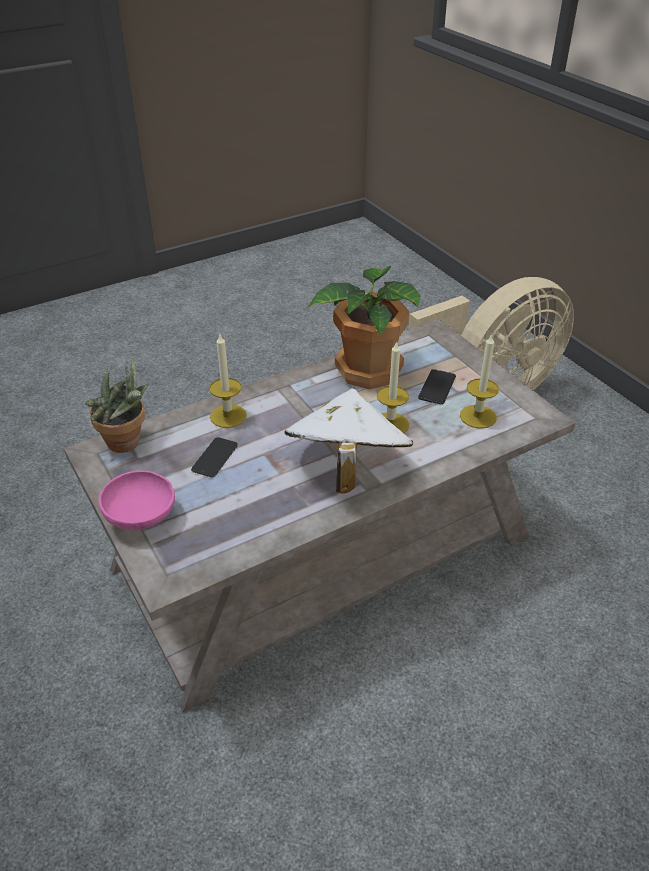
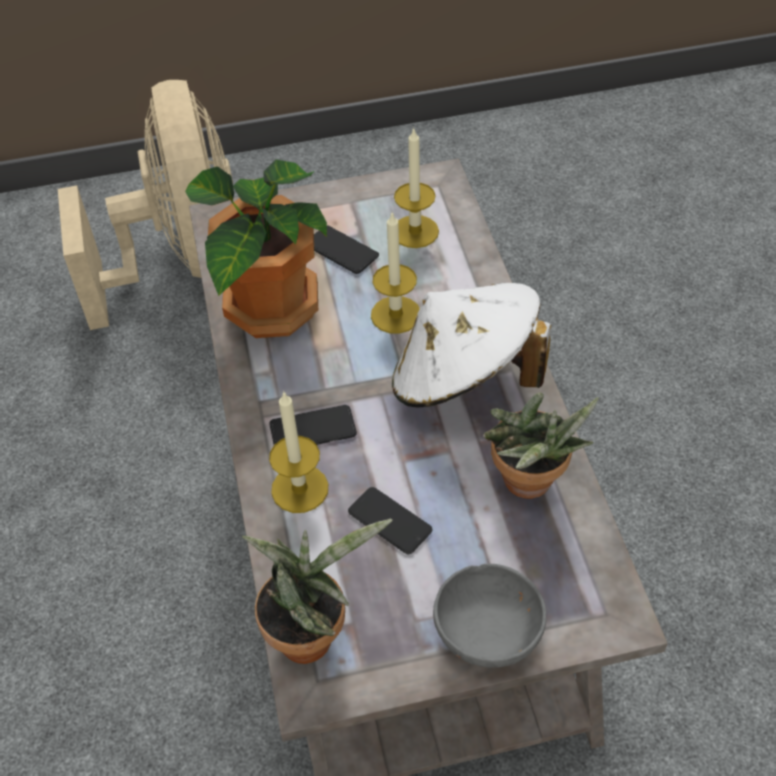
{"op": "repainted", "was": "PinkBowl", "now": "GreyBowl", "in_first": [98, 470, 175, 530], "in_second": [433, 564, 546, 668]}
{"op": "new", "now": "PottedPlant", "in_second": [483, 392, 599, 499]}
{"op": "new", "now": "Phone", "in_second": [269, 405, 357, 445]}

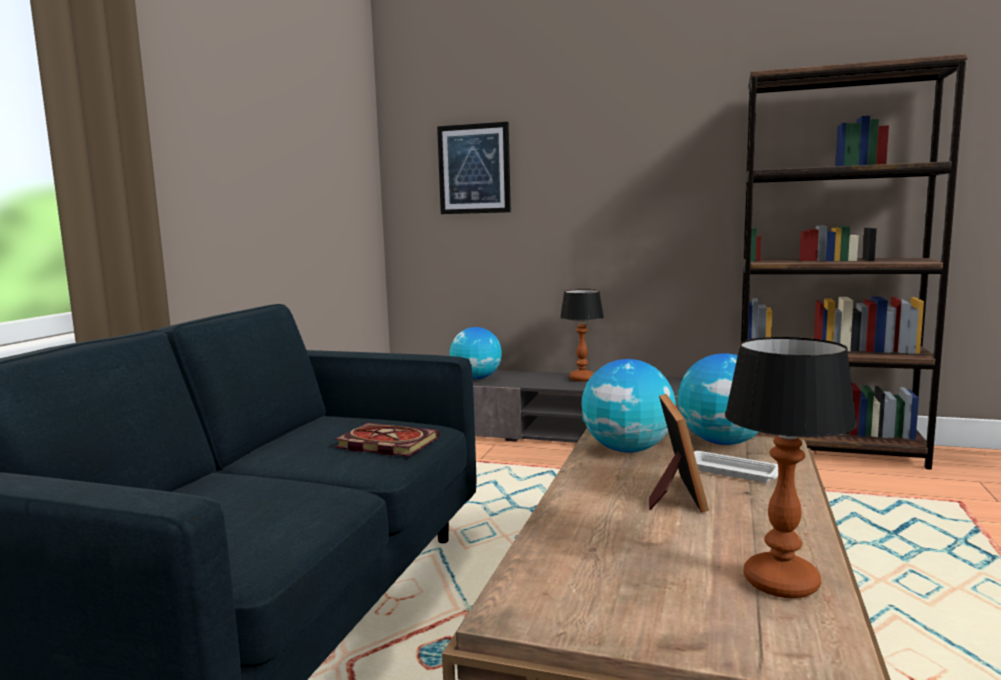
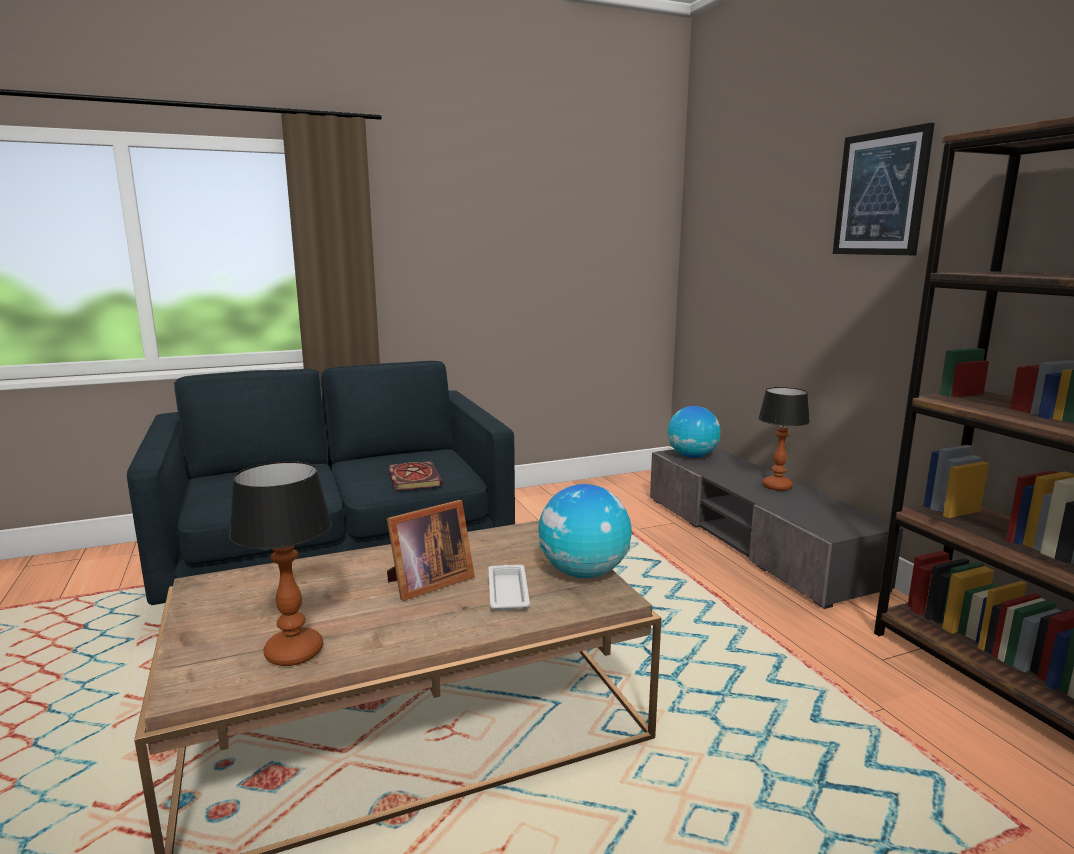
{"op": "shifted", "was": "Picture", "in_first": [437, 122, 511, 214], "in_second": [833, 123, 935, 255]}
{"op": "gone", "was": "Globe", "in_first": [582, 359, 676, 453]}

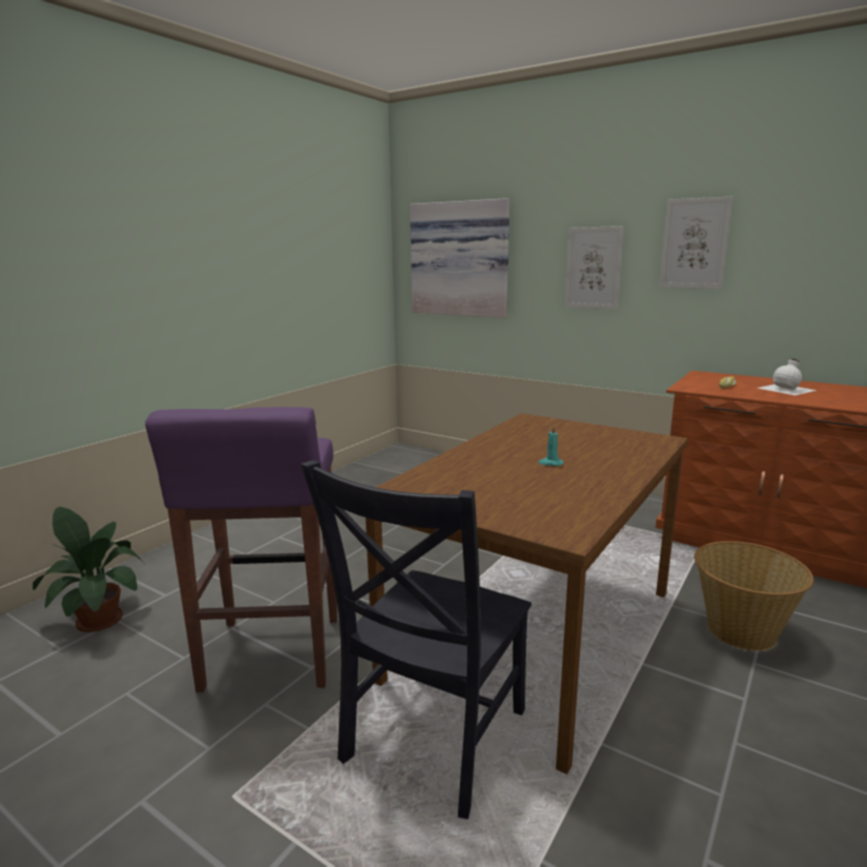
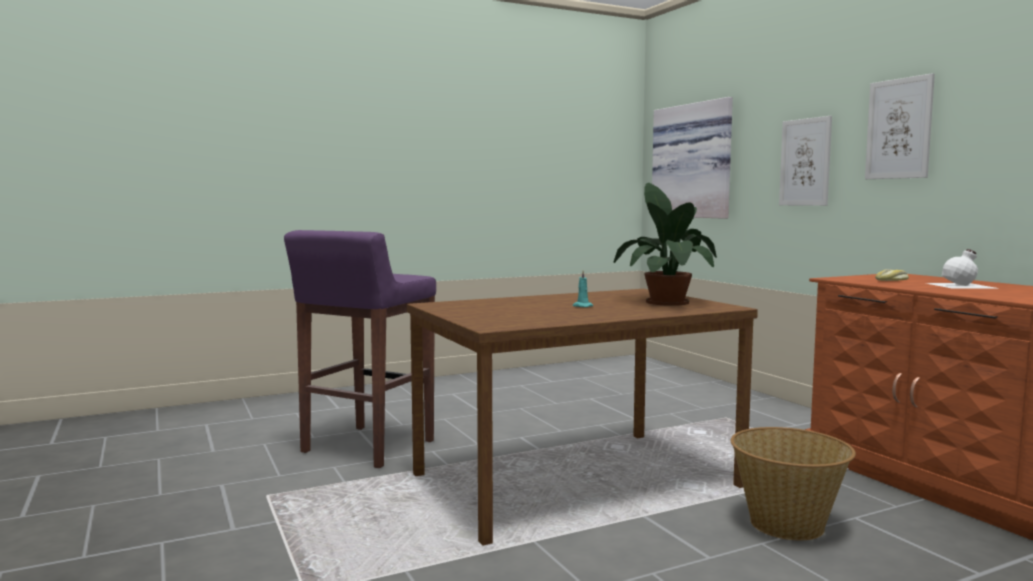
{"op": "gone", "was": "BlackChair", "in_first": [301, 460, 531, 819]}
{"op": "shifted", "was": "PottedPlant", "in_first": [33, 507, 145, 632], "in_second": [613, 183, 717, 306]}

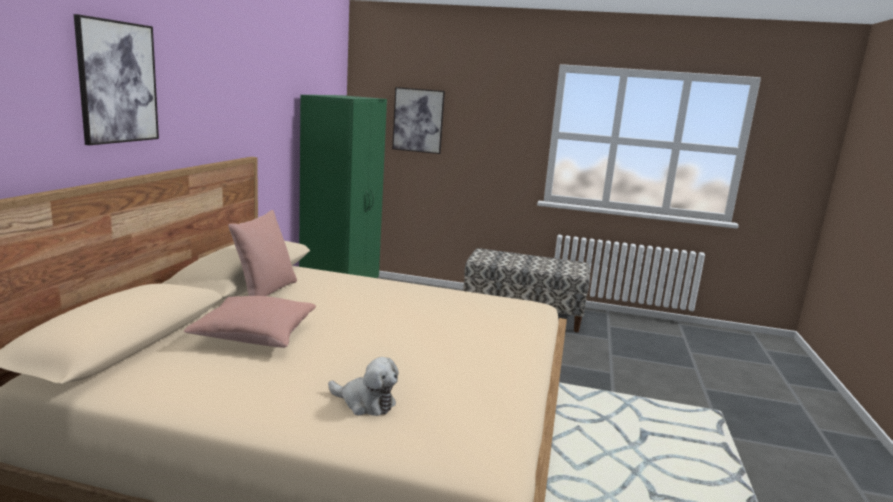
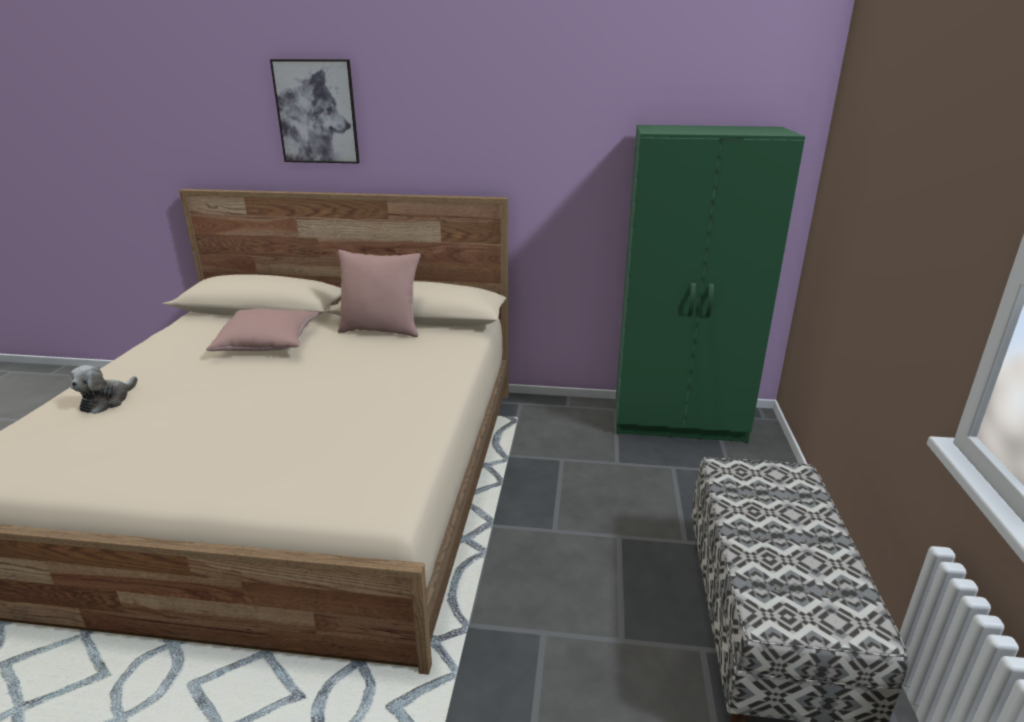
{"op": "gone", "was": "Picture", "in_first": [392, 87, 445, 154]}

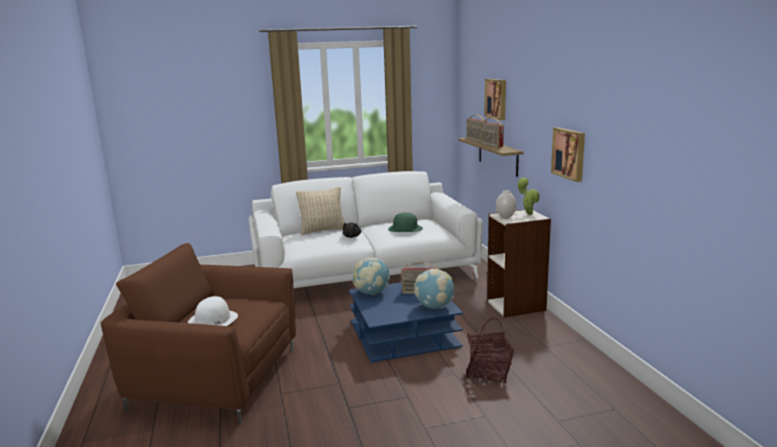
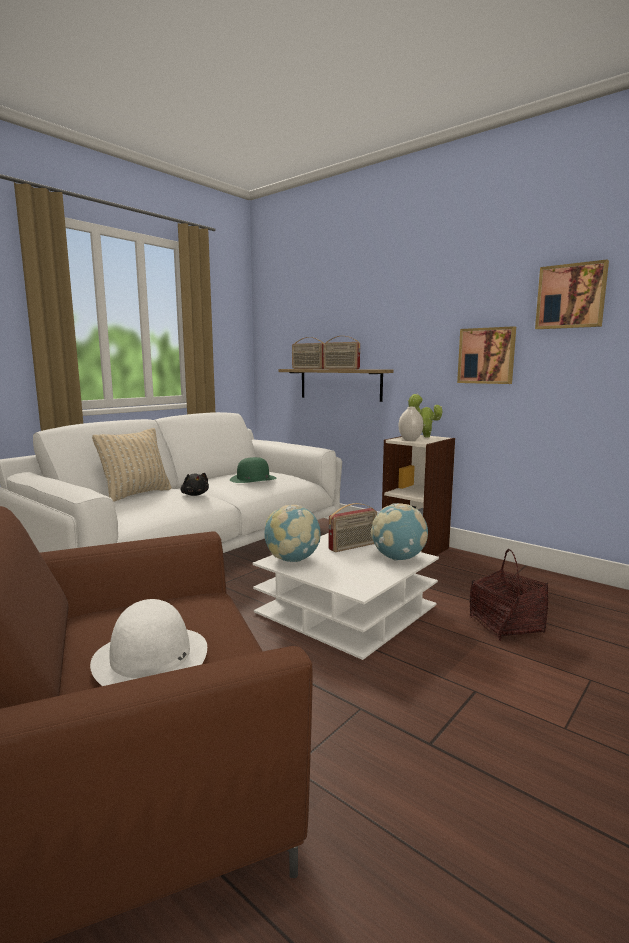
{"op": "shifted", "was": "Picture", "in_first": [484, 79, 506, 120], "in_second": [535, 260, 609, 329]}
{"op": "repainted", "was": "BlueCoffeeTable", "now": "WhiteCoffeeTable", "in_first": [349, 282, 463, 362], "in_second": [253, 533, 439, 660]}

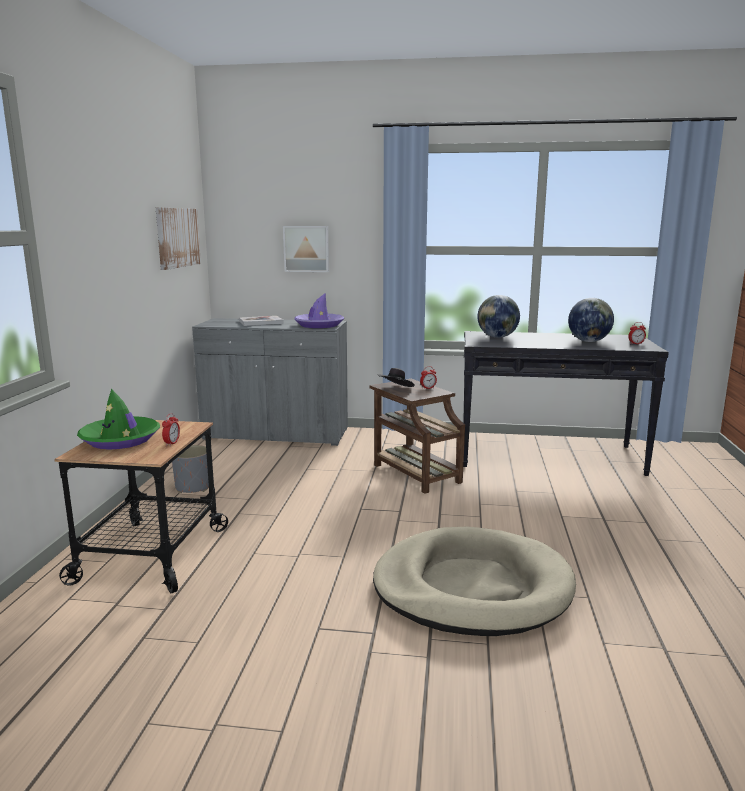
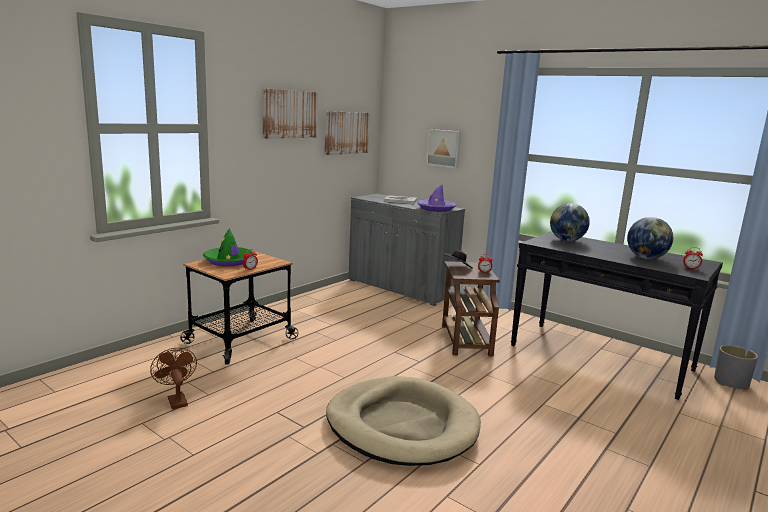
{"op": "shifted", "was": "GreyPlanter", "in_first": [172, 445, 209, 493], "in_second": [714, 345, 758, 390]}
{"op": "new", "now": "Picture", "in_second": [262, 89, 318, 139]}
{"op": "new", "now": "BrownFan", "in_second": [150, 348, 197, 409]}

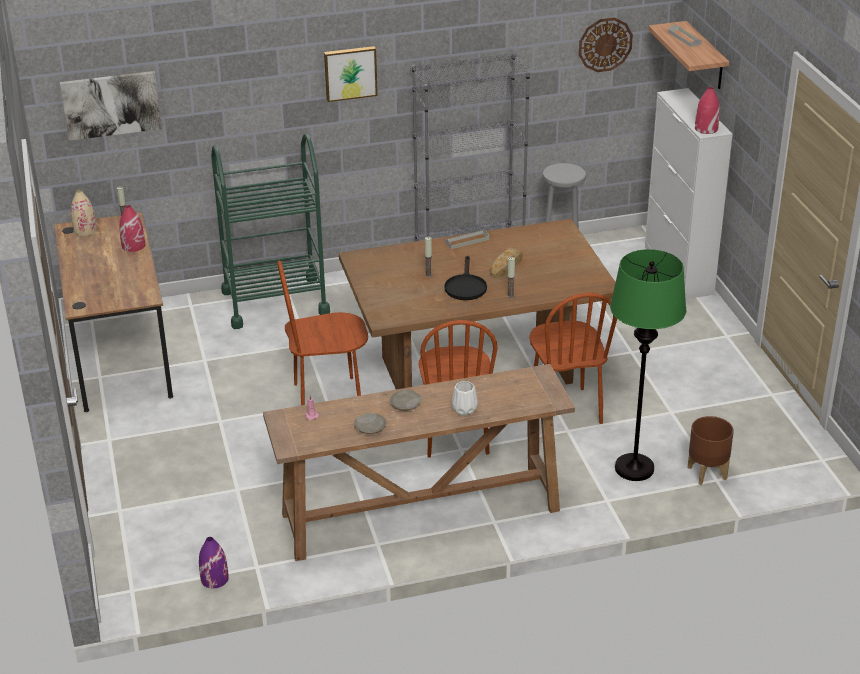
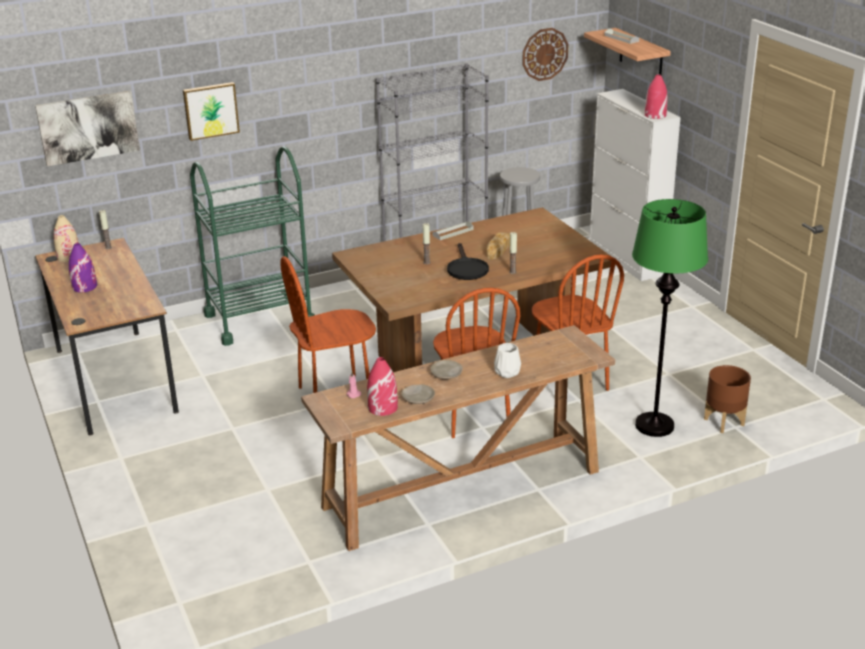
{"op": "shifted", "was": "Picture", "in_first": [324, 46, 378, 102], "in_second": [183, 82, 240, 141]}
{"op": "shifted", "was": "RedVase", "in_first": [119, 205, 145, 252], "in_second": [367, 357, 398, 416]}
{"op": "shifted", "was": "PurpleVase", "in_first": [199, 537, 229, 588], "in_second": [69, 243, 97, 292]}

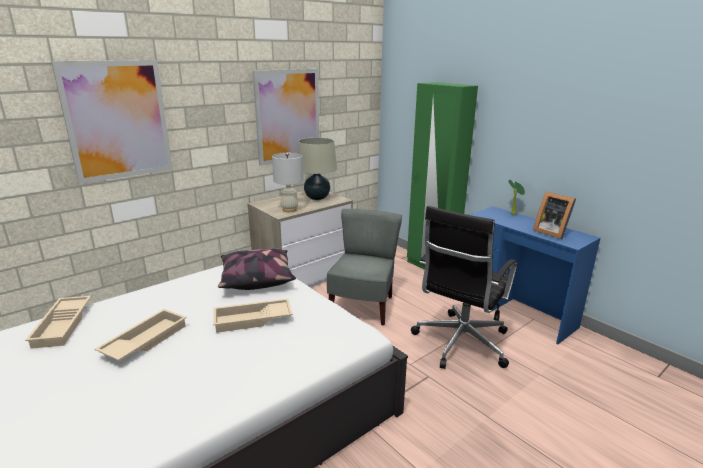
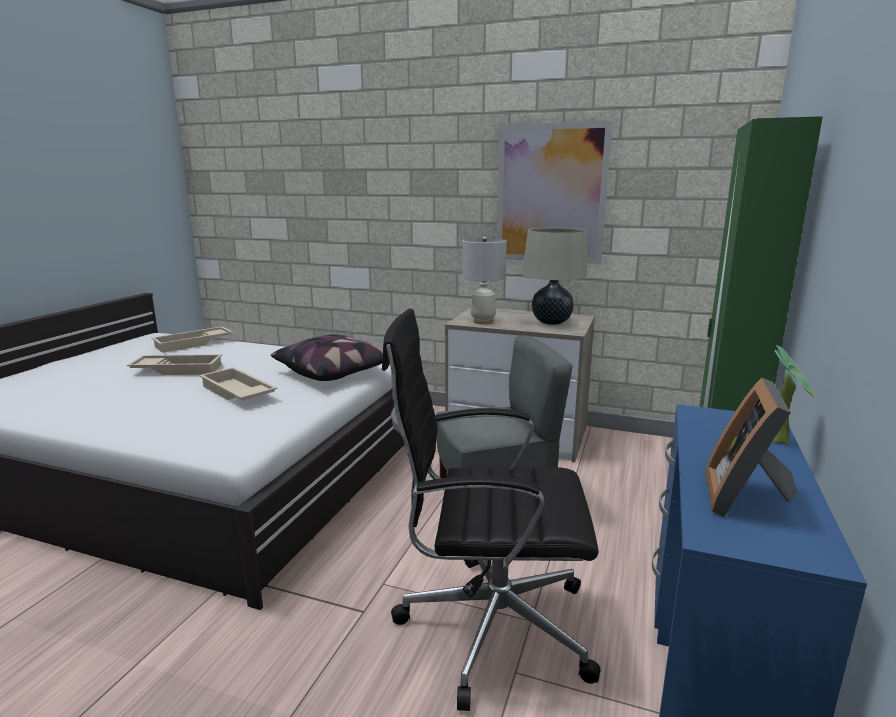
{"op": "gone", "was": "Picture", "in_first": [51, 60, 173, 184]}

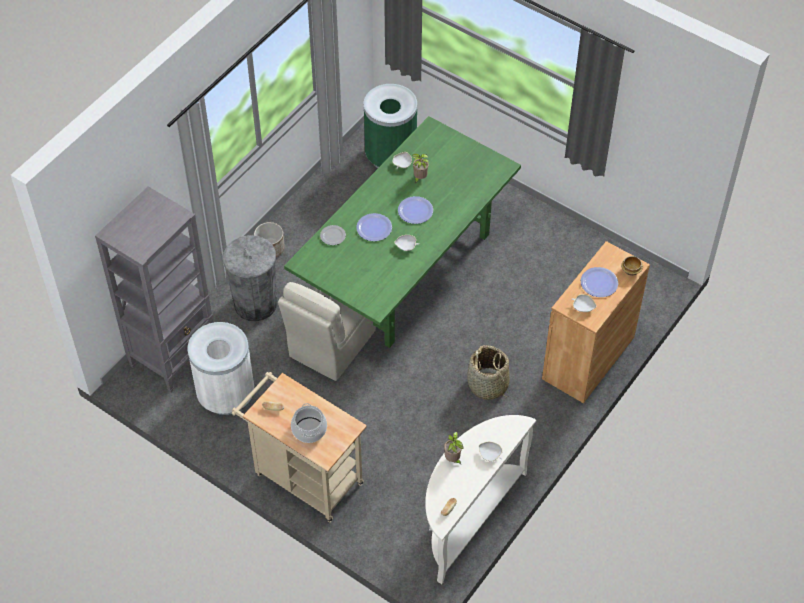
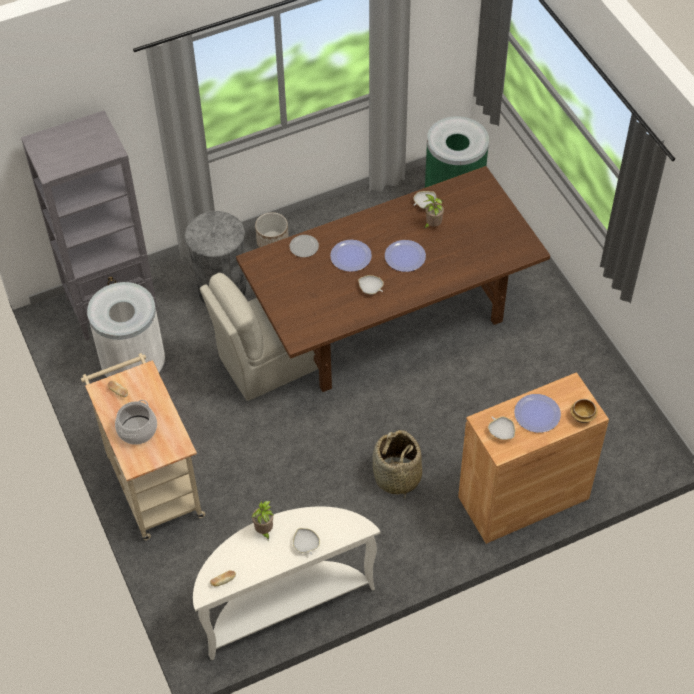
{"op": "repainted", "was": "GreenDiningTable", "now": "BrownDiningTable", "in_first": [284, 116, 521, 348], "in_second": [236, 166, 550, 392]}

